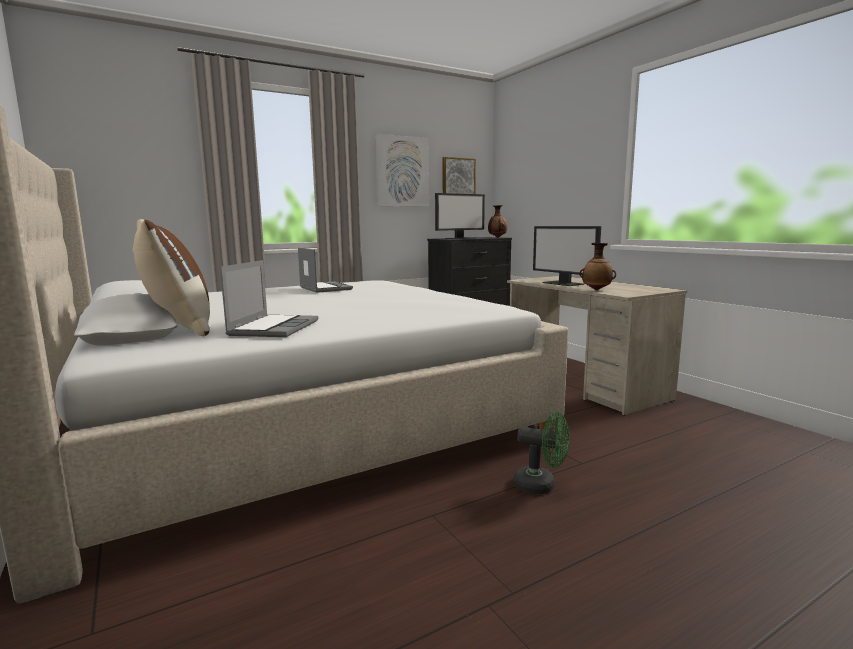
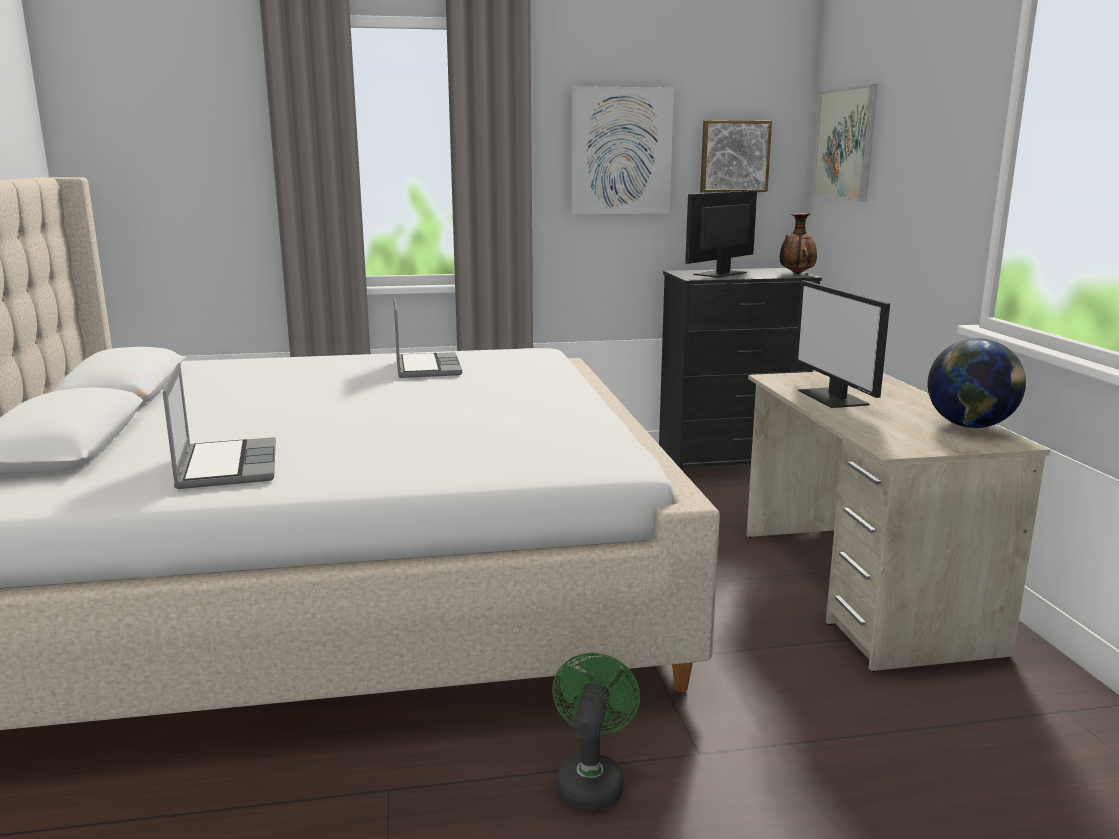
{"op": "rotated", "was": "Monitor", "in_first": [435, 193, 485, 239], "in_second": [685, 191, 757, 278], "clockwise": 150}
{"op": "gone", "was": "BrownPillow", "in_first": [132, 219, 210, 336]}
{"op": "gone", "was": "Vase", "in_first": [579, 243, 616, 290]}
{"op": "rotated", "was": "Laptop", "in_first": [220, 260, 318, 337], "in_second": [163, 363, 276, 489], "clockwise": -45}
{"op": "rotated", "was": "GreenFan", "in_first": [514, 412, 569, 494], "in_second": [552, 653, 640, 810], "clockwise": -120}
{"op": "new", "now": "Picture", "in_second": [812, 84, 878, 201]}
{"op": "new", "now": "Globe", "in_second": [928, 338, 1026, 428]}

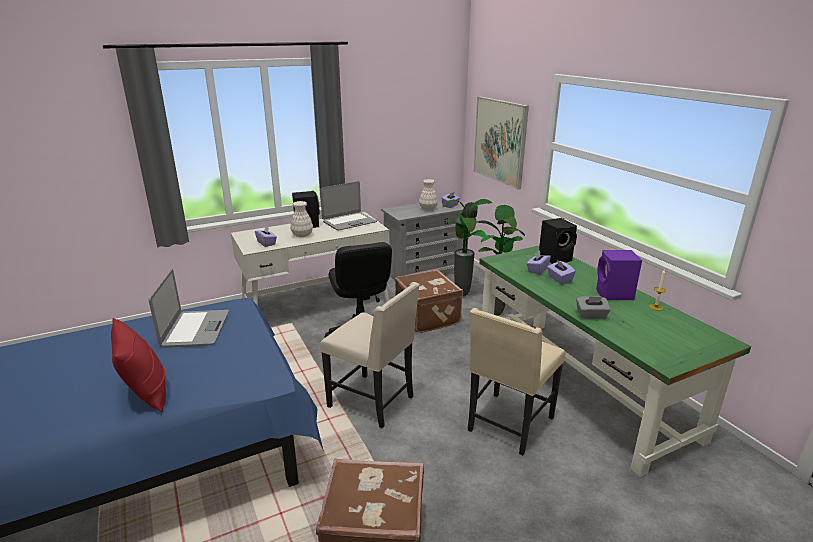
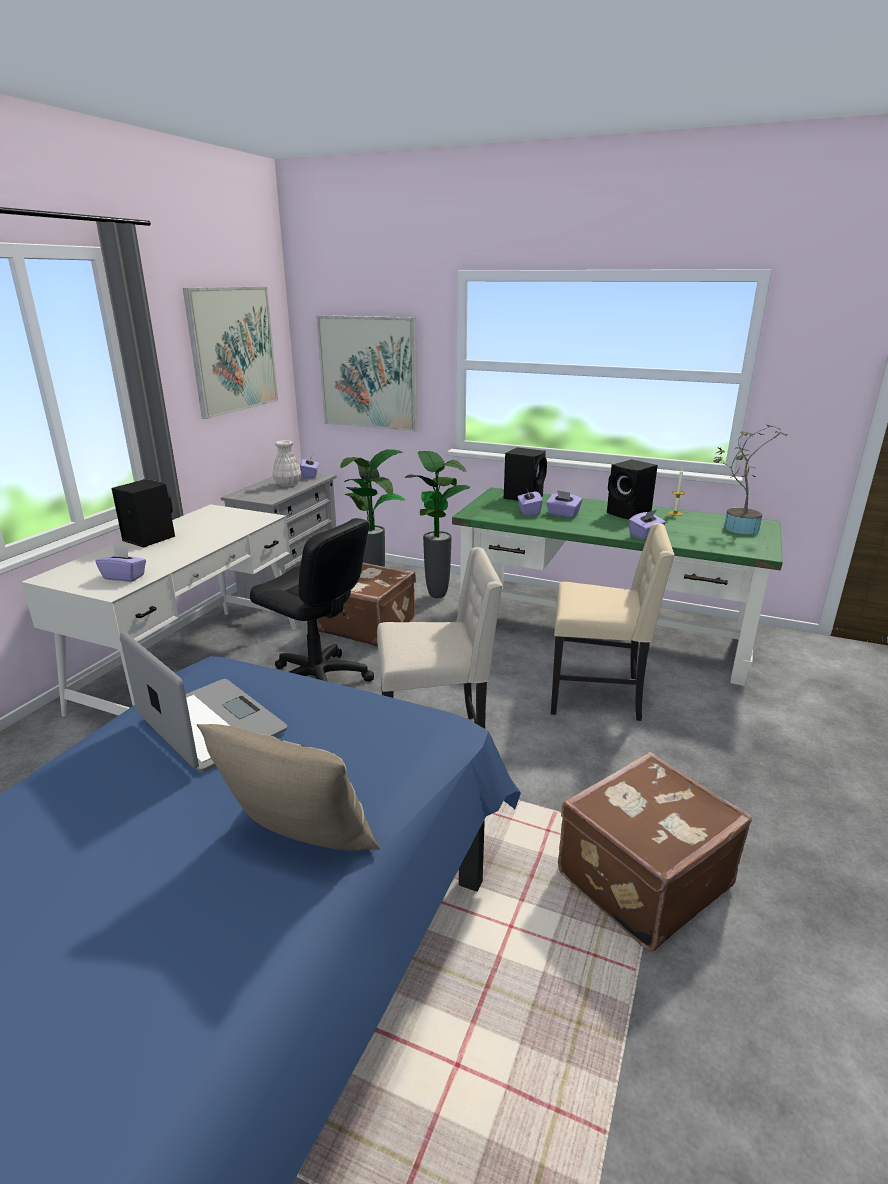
{"op": "gone", "was": "Laptop", "in_first": [320, 181, 377, 230]}
{"op": "gone", "was": "WhiteVase", "in_first": [290, 201, 313, 237]}
{"op": "repainted", "was": "PurpleSpeaker", "now": "BlackSpeaker", "in_first": [596, 250, 642, 300], "in_second": [607, 459, 658, 519]}
{"op": "repainted", "was": "GreyTissueBox", "now": "PurpleTissueBox", "in_first": [576, 296, 611, 319], "in_second": [629, 510, 666, 540]}
{"op": "rotated", "was": "BeigeChair", "in_first": [468, 308, 565, 455], "in_second": [551, 523, 674, 721], "clockwise": -75}
{"op": "repainted", "was": "RedPillow", "now": "BeigePillow", "in_first": [111, 318, 166, 413], "in_second": [197, 724, 380, 851]}
{"op": "new", "now": "Picture", "in_second": [183, 287, 278, 419]}
{"op": "new", "now": "PottedPlant", "in_second": [713, 425, 787, 534]}

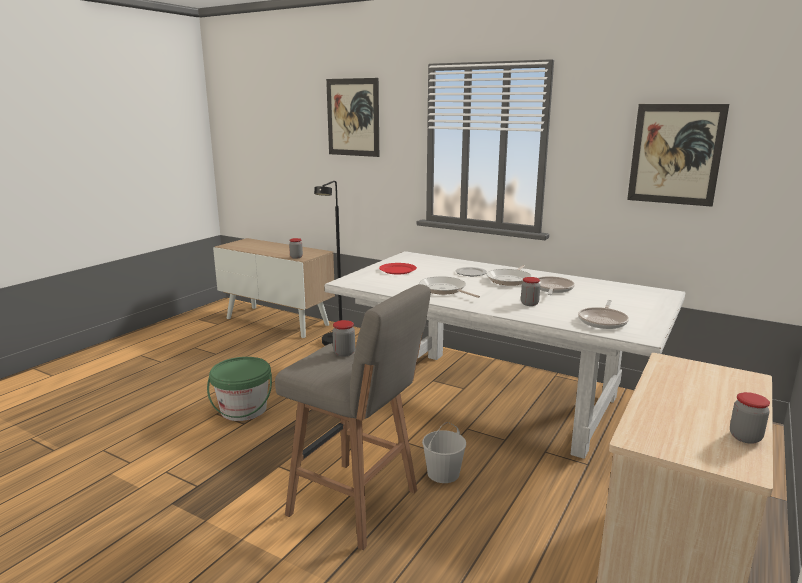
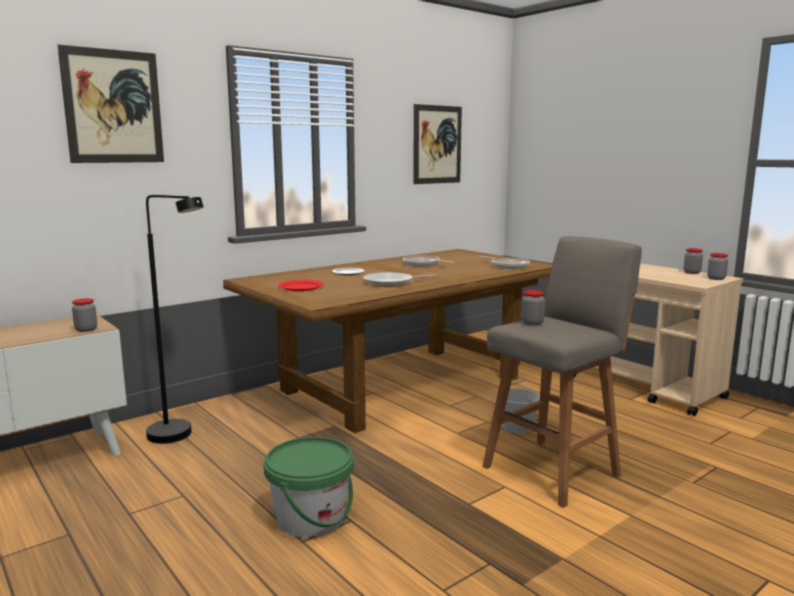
{"op": "repainted", "was": "WhiteDiningTable", "now": "BrownDiningTable", "in_first": [325, 251, 685, 459], "in_second": [223, 249, 552, 433]}
{"op": "gone", "was": "FryingPan", "in_first": [486, 265, 531, 286]}
{"op": "shifted", "was": "Jar", "in_first": [521, 277, 540, 306], "in_second": [707, 253, 728, 280]}

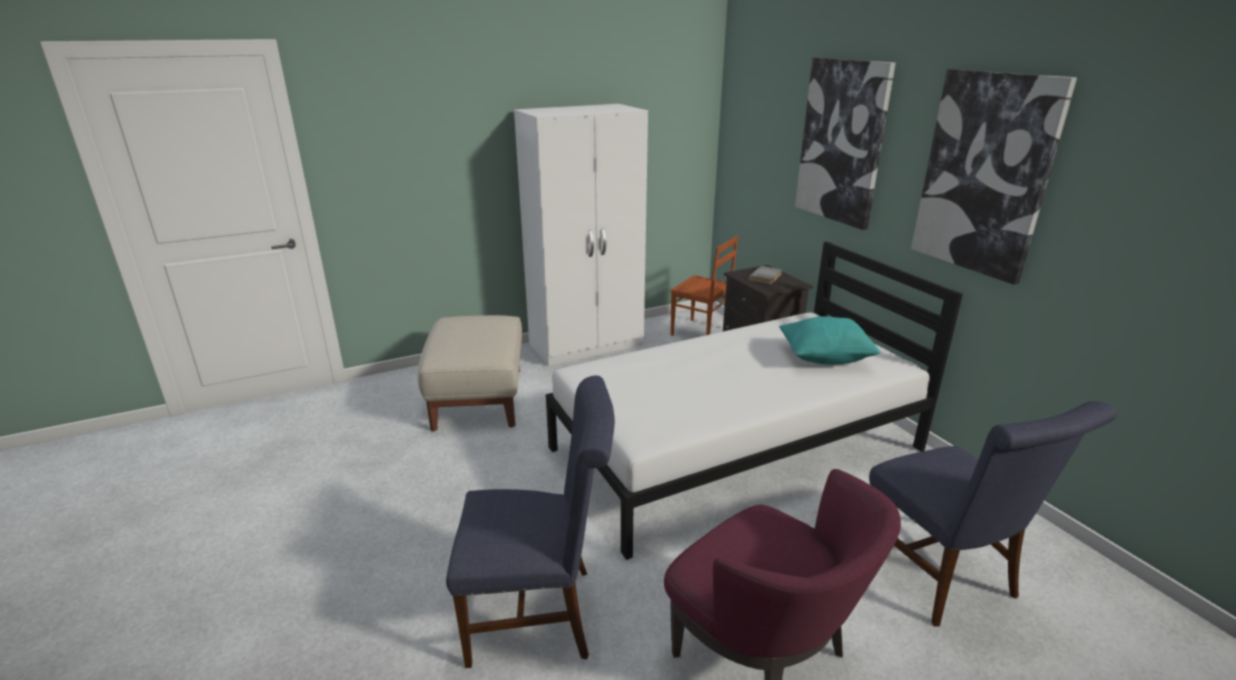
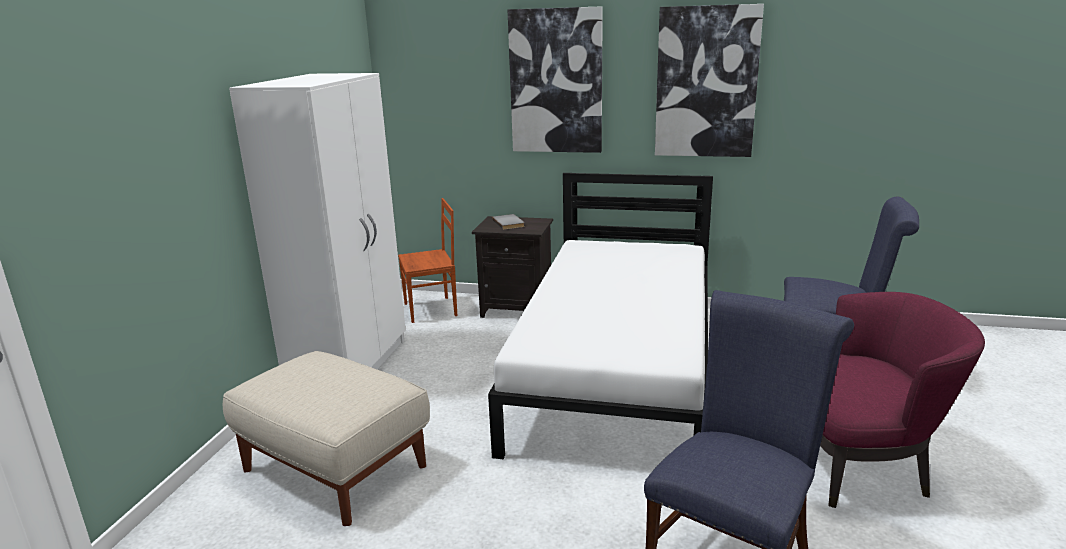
{"op": "gone", "was": "TurquoisePillow", "in_first": [779, 316, 881, 365]}

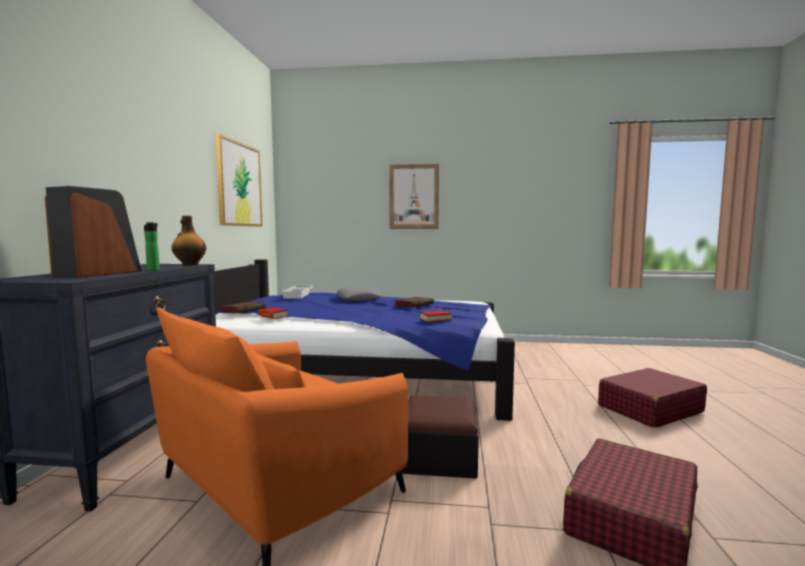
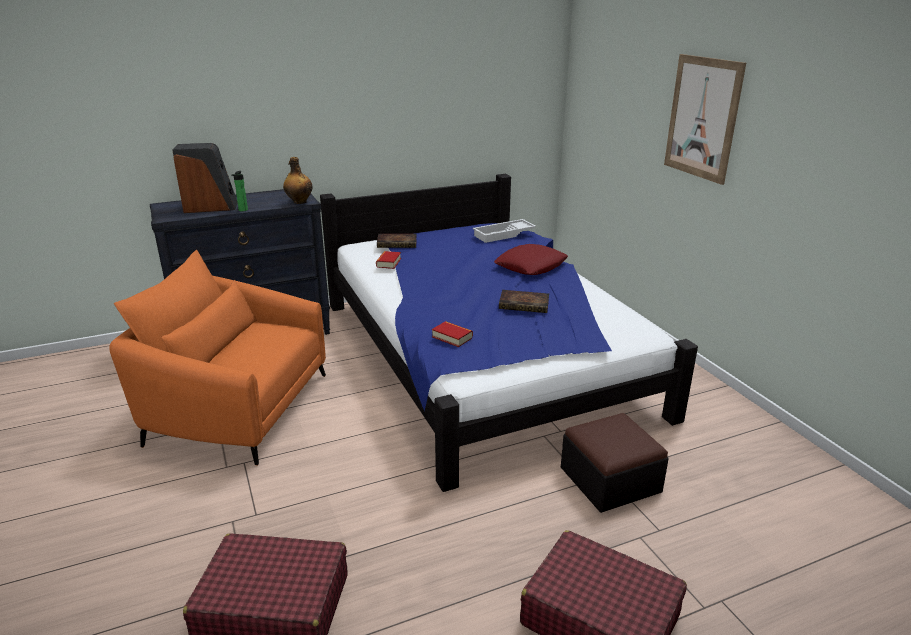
{"op": "gone", "was": "Picture", "in_first": [215, 134, 262, 226]}
{"op": "repainted", "was": "GreyPillow", "now": "RedPillow", "in_first": [337, 286, 381, 301], "in_second": [494, 244, 568, 275]}
{"op": "shifted", "was": "Ottoman", "in_first": [401, 395, 479, 479], "in_second": [561, 413, 669, 513]}

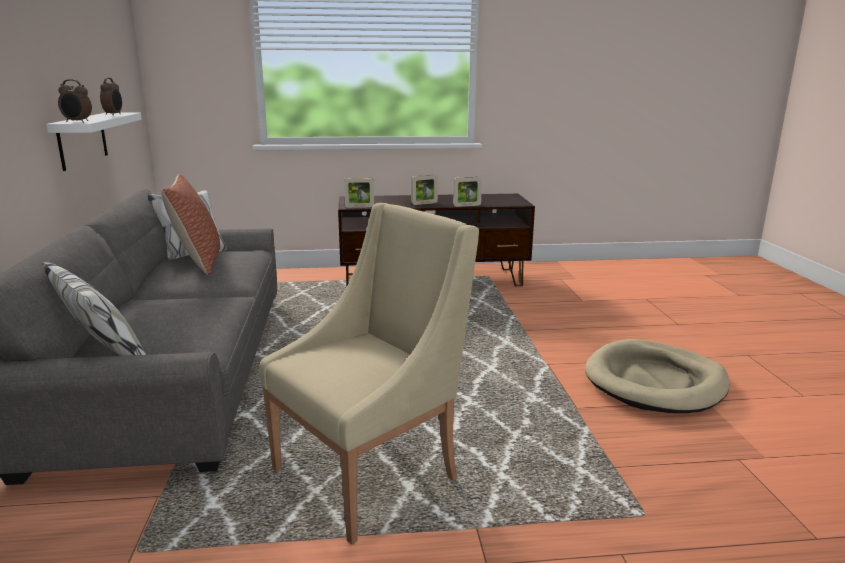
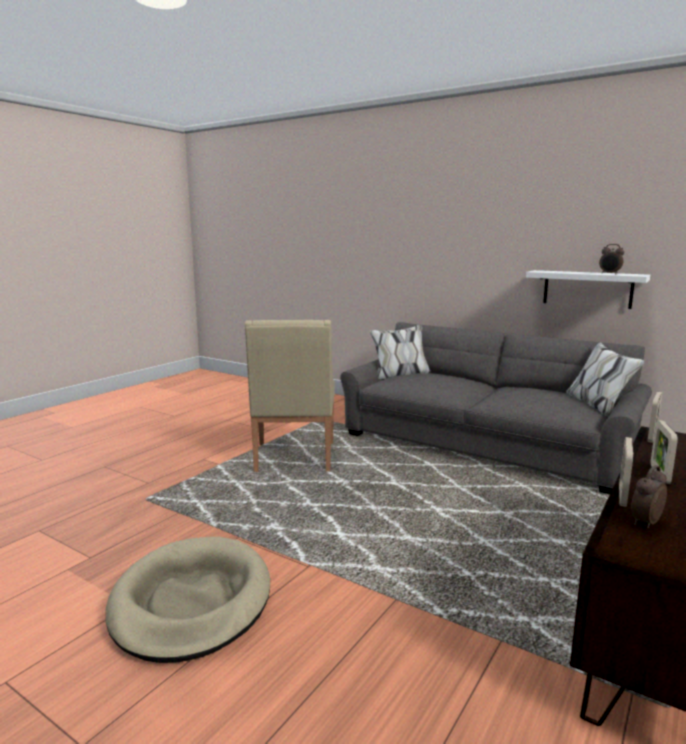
{"op": "shifted", "was": "AlarmClock", "in_first": [58, 79, 92, 123], "in_second": [631, 465, 667, 528]}
{"op": "gone", "was": "Pillow", "in_first": [161, 174, 220, 275]}

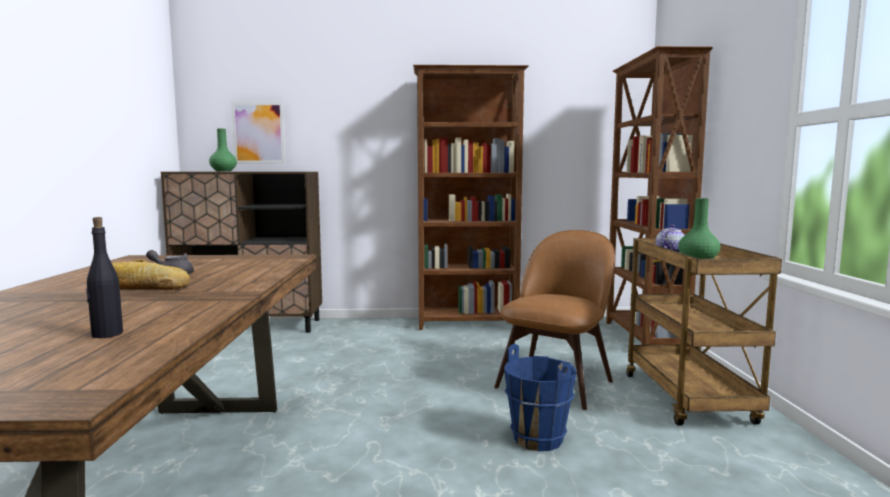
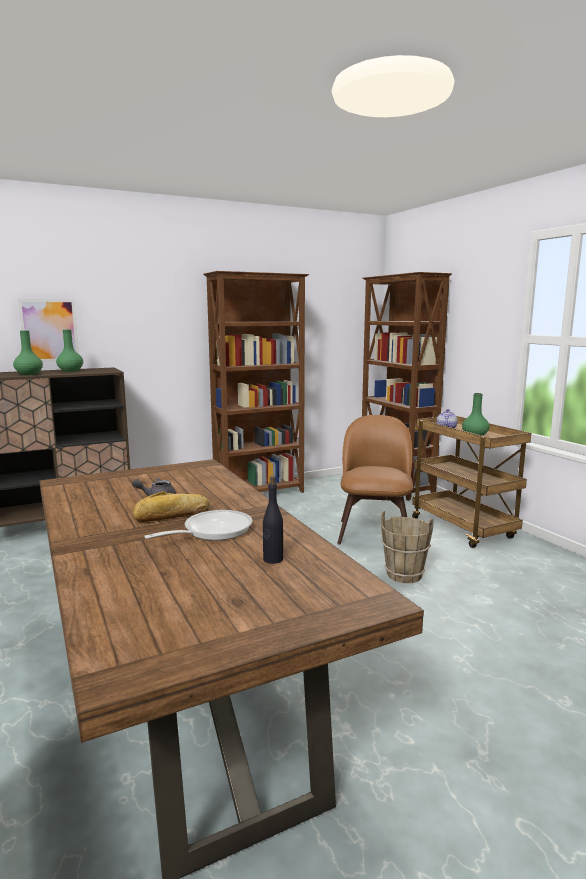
{"op": "repainted", "was": "BlueBucket", "now": "BrownBucket", "in_first": [504, 344, 577, 451], "in_second": [381, 511, 434, 583]}
{"op": "new", "now": "GreenVase", "in_second": [56, 330, 83, 372]}
{"op": "new", "now": "FryingPan", "in_second": [144, 510, 252, 541]}

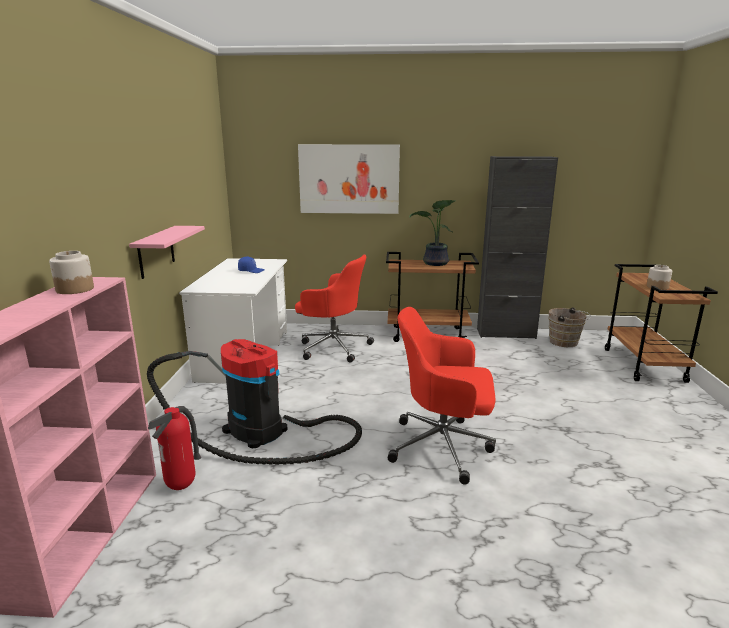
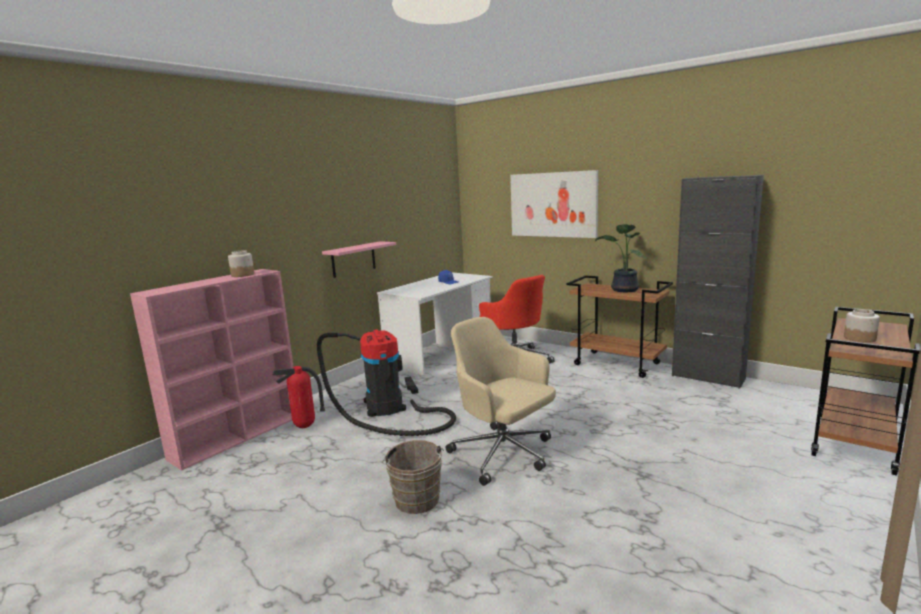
{"op": "repainted", "was": "RedOfficeChair", "now": "BeigeOfficeChair", "in_first": [388, 307, 496, 484], "in_second": [445, 317, 556, 486]}
{"op": "shifted", "was": "BrownBucket", "in_first": [548, 307, 591, 347], "in_second": [381, 440, 444, 514]}

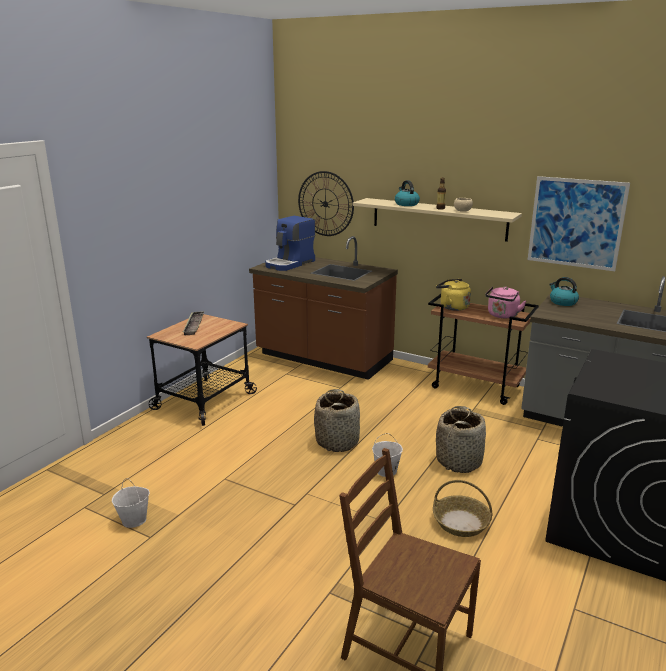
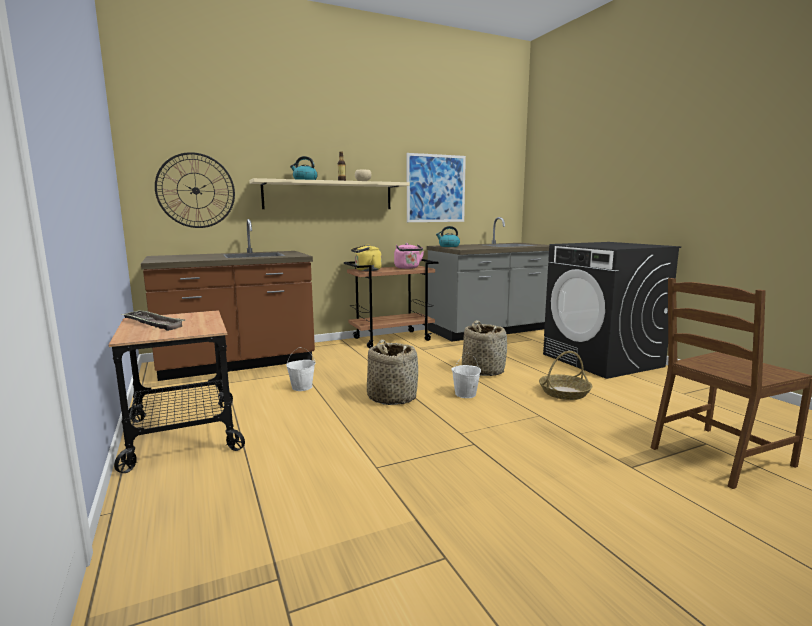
{"op": "gone", "was": "CoffeeMachine", "in_first": [265, 216, 315, 271]}
{"op": "shifted", "was": "WhiteBucket", "in_first": [112, 478, 150, 528], "in_second": [286, 347, 316, 391]}

